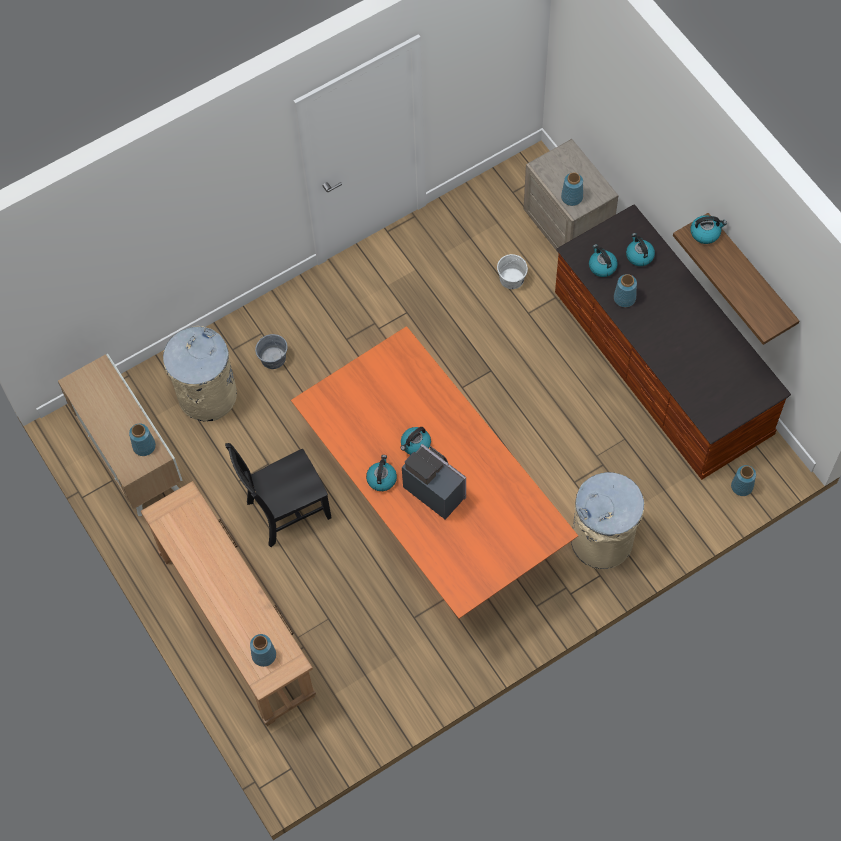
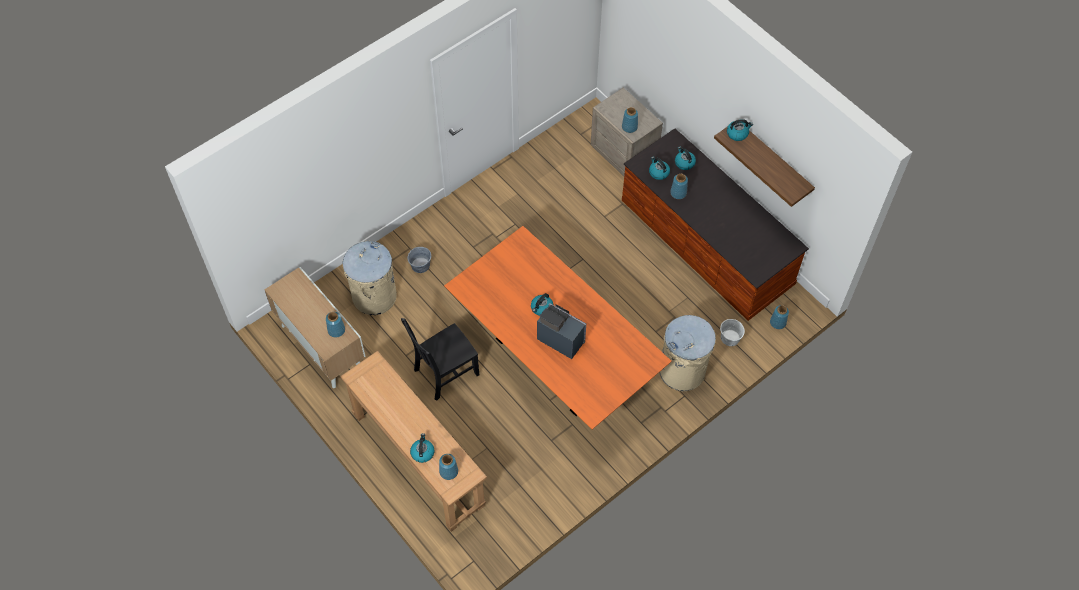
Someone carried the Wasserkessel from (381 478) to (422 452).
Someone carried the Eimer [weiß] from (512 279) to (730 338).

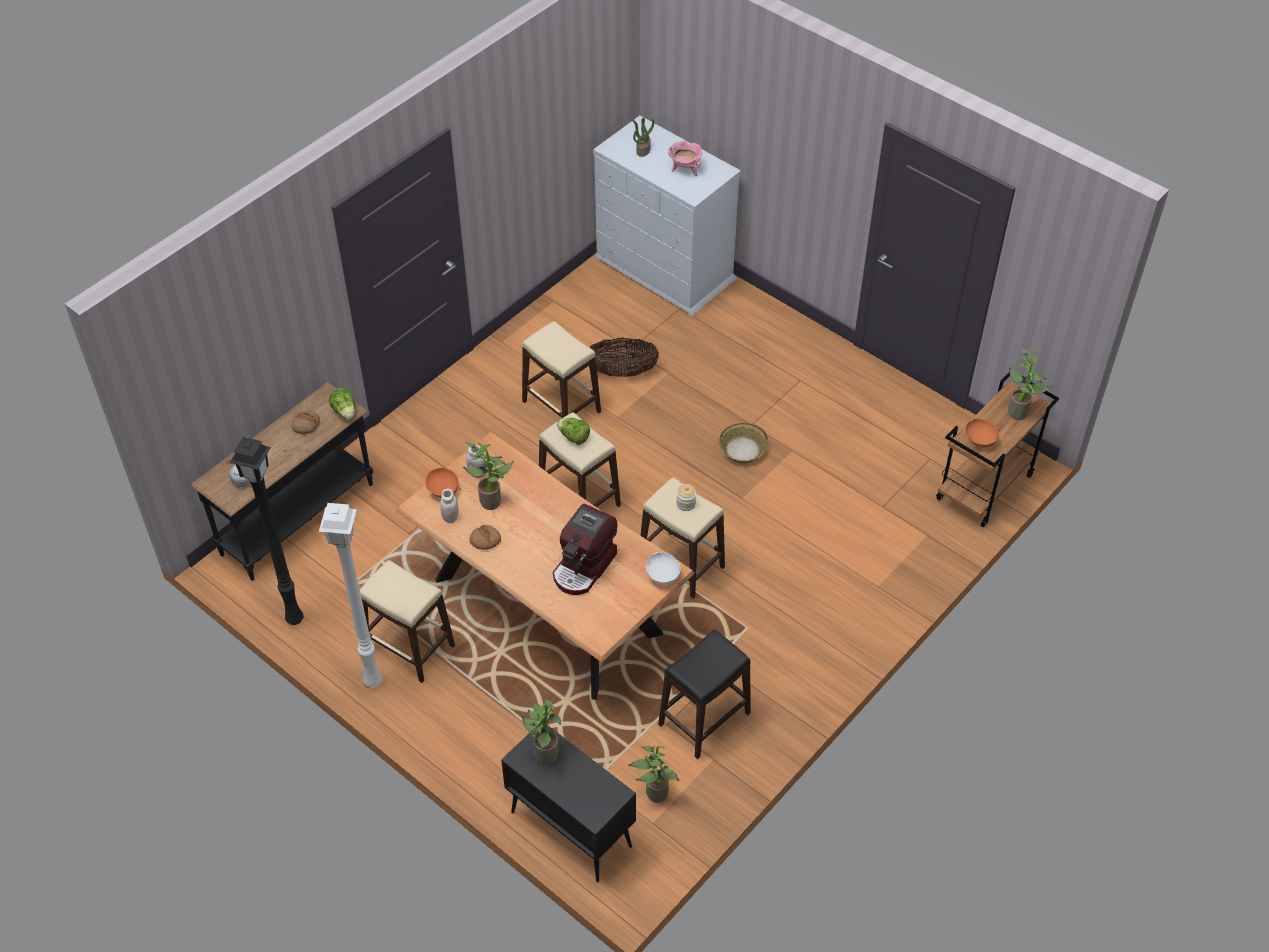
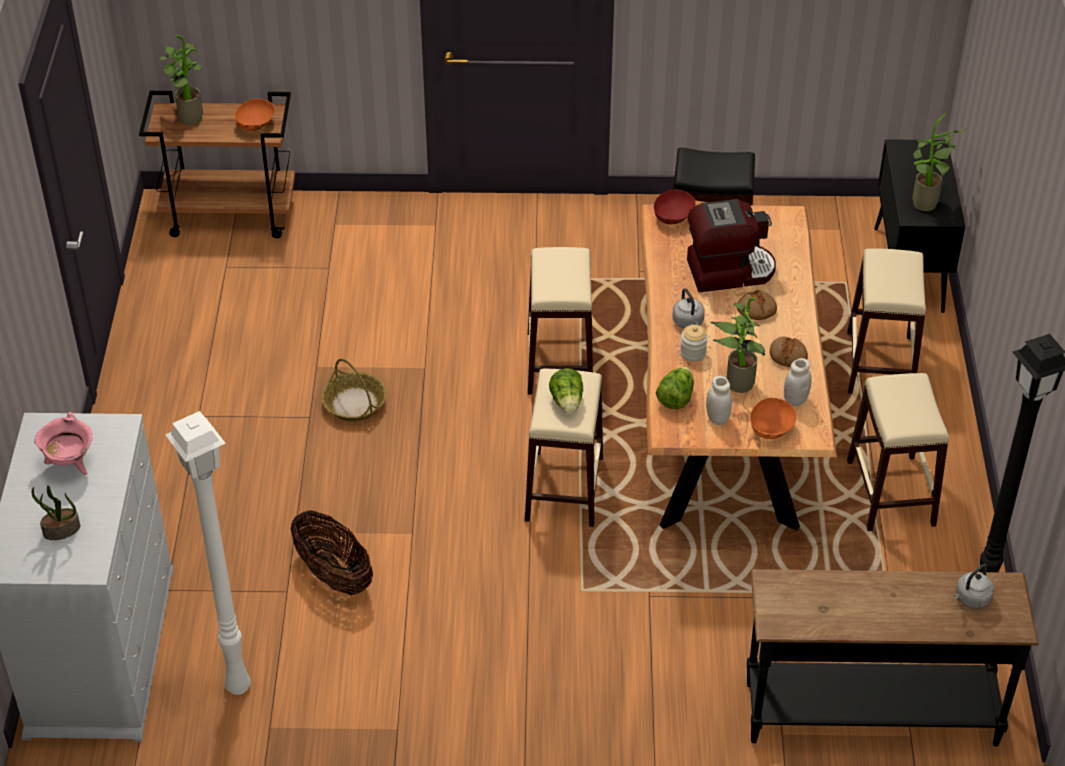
Someone took away the Topfpflanze at (654 795).
Someone put down the Wasserkessel [grau] at (688 323).
Someone carried the Brot from (306 425) to (756 310).
Someone carried the Stehlampe [weiß] from (371 682) to (240 686).
Someone carried the Salatkopf from (345 411) to (675 398).
Someone carried the Hocker [beige] from (561 407) to (880 364).
Someone carried the Vorratsglas from (686 504) to (693 353).
Someone repainted the Schüssel [weiß] at (662 575), which became the Schüssel [rot] at (673 218).

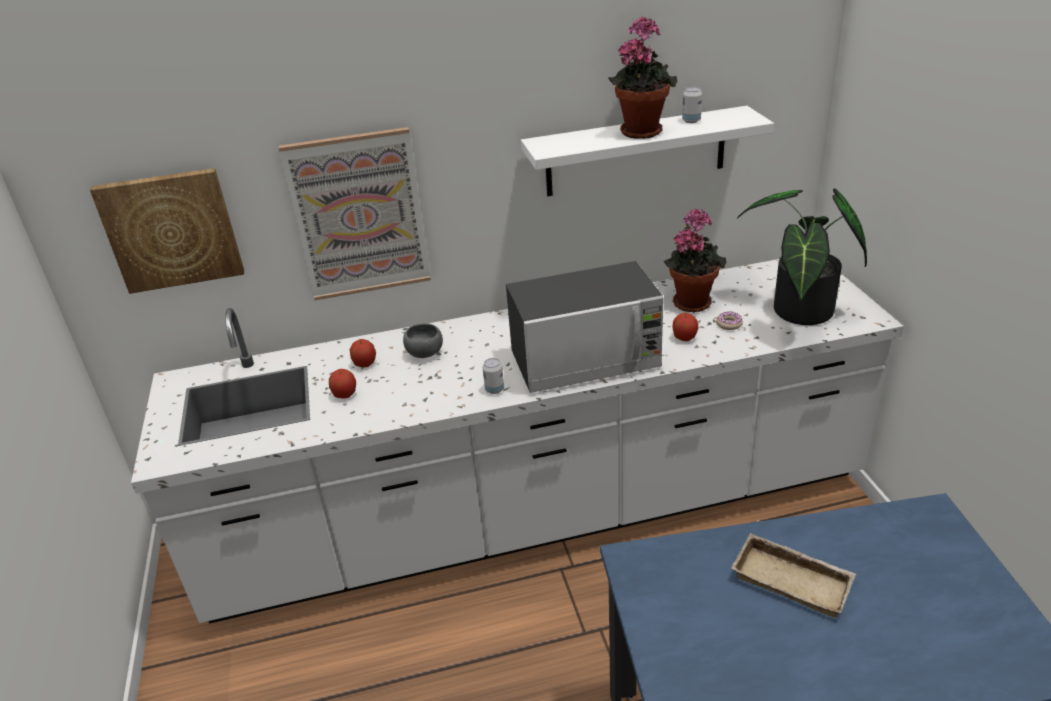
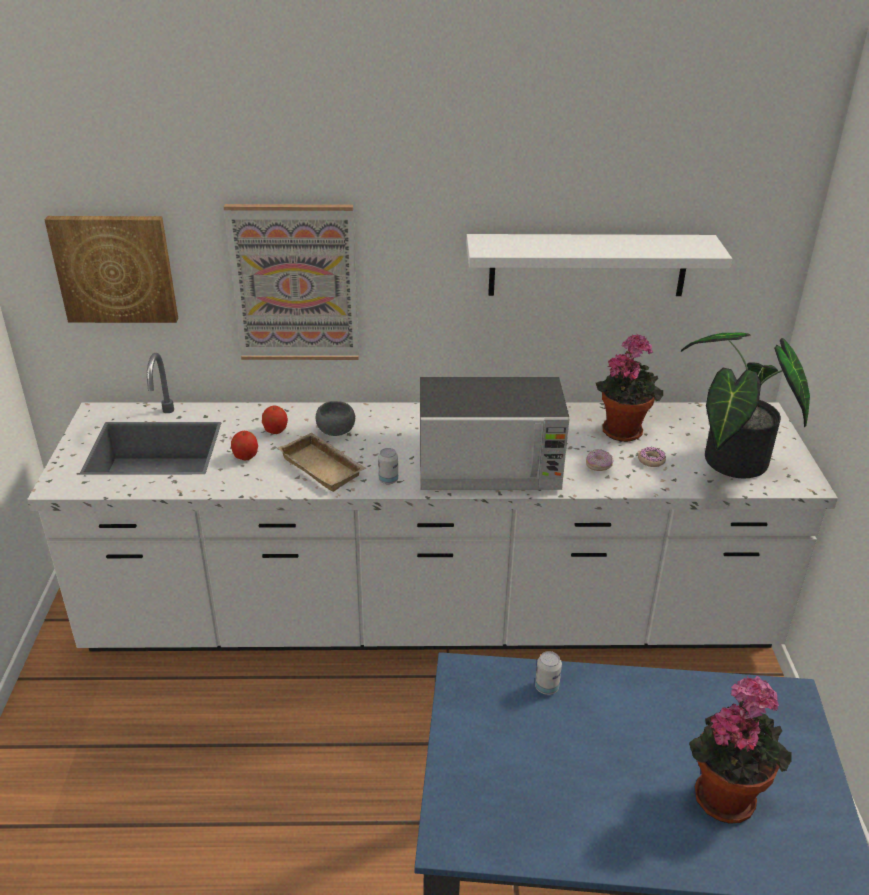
Someone carried the Topfpflanze from (641 130) to (725 794).
Someone carried the Dose from (691 121) to (546 687).
Someone carried the Tablett [beige] from (794 579) to (324 467).
Someone swapped the Apfel at (684 338) for the Donut at (599 466).

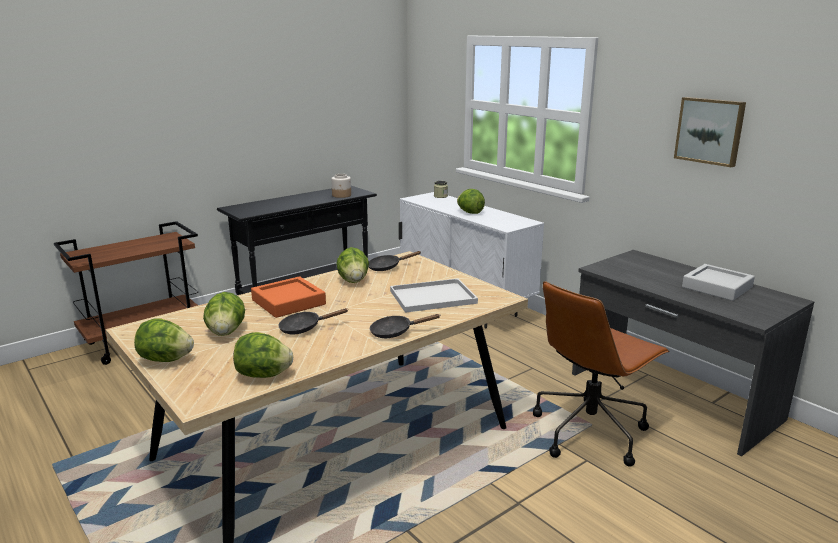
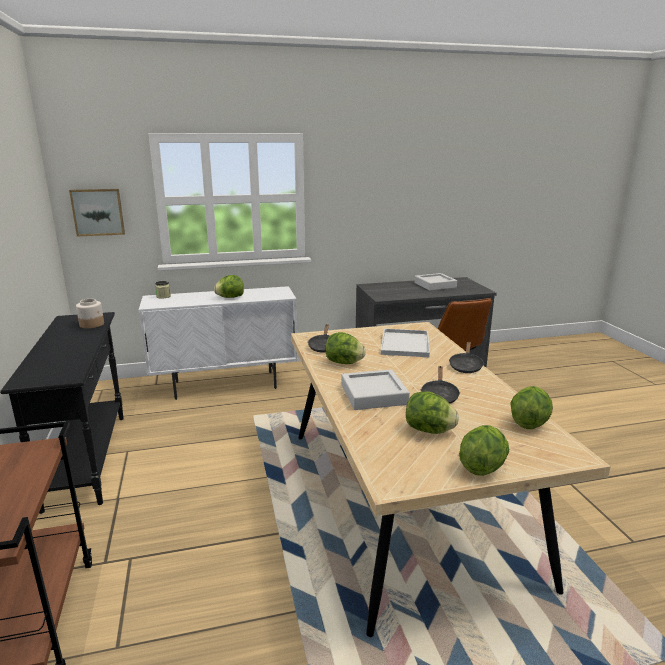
Someone carried the Bild from (710 131) to (98 212).
Someone repainted the Tablett [orange] at (288 302), which became the Tablett [grau] at (373 394).

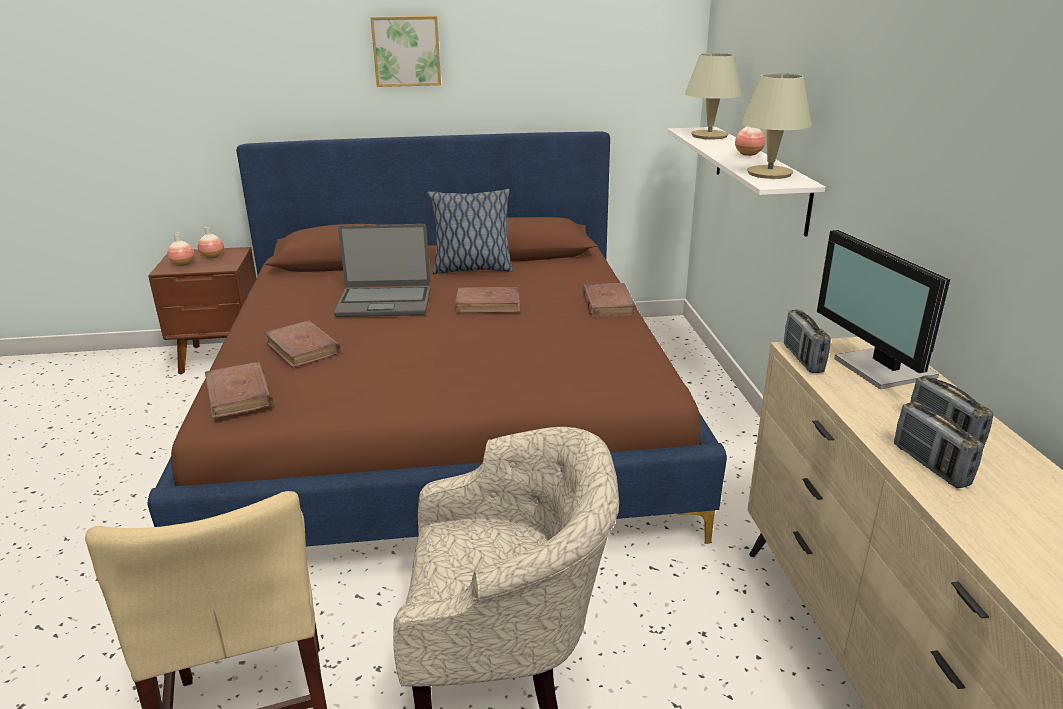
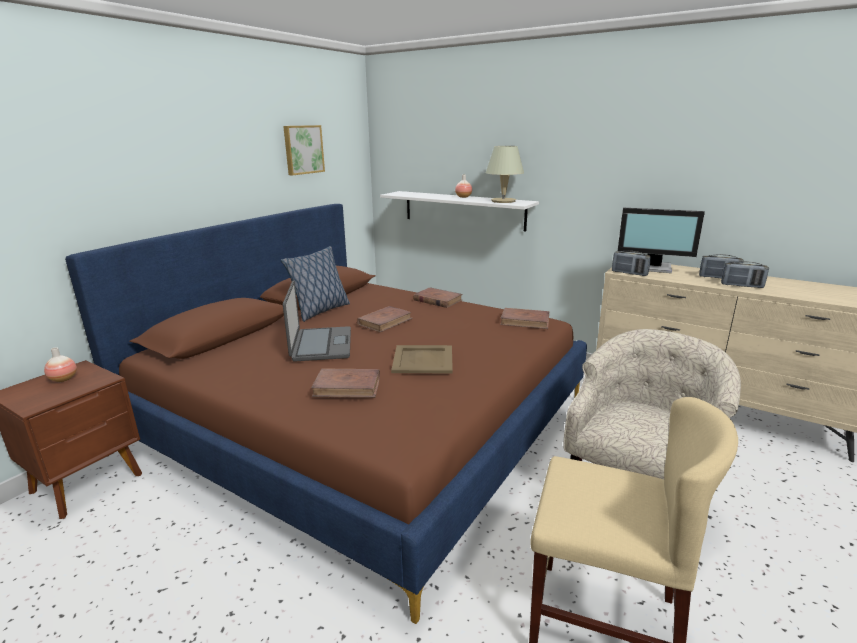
Someone took away the Vase at (183 264).
Someone took away the Tischlampe [beige] at (709 136).
Someone put down the Tablett [beige] at (422 359).
Someone carried the Buch [braun] from (239 394) to (525 321).
Someone carried the Bild from (406 51) to (303 149).
Someone rotated the Laptop at (384 302) by 45 degrees counterclockwise.

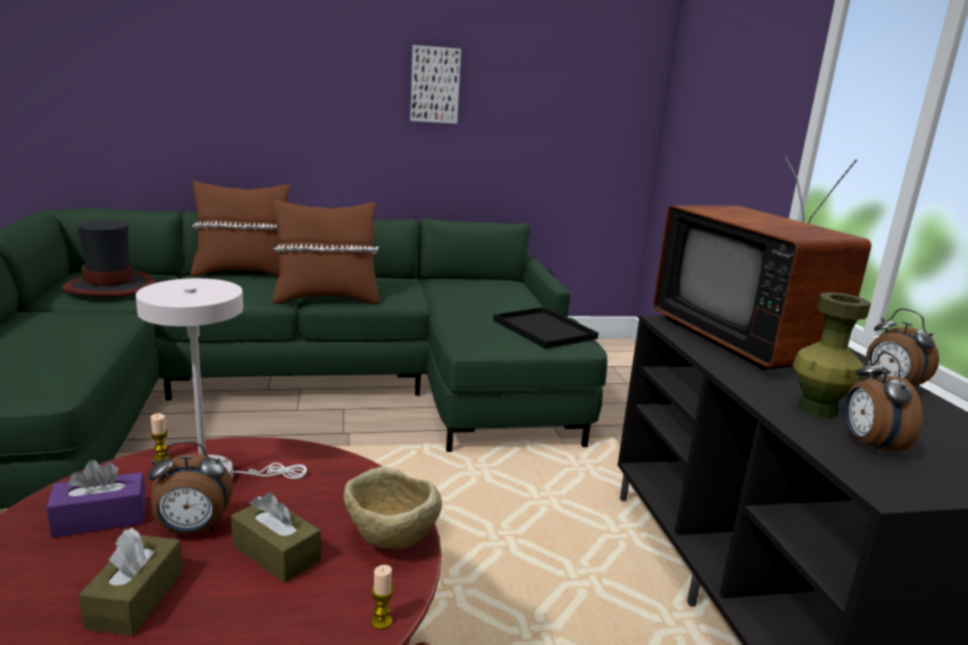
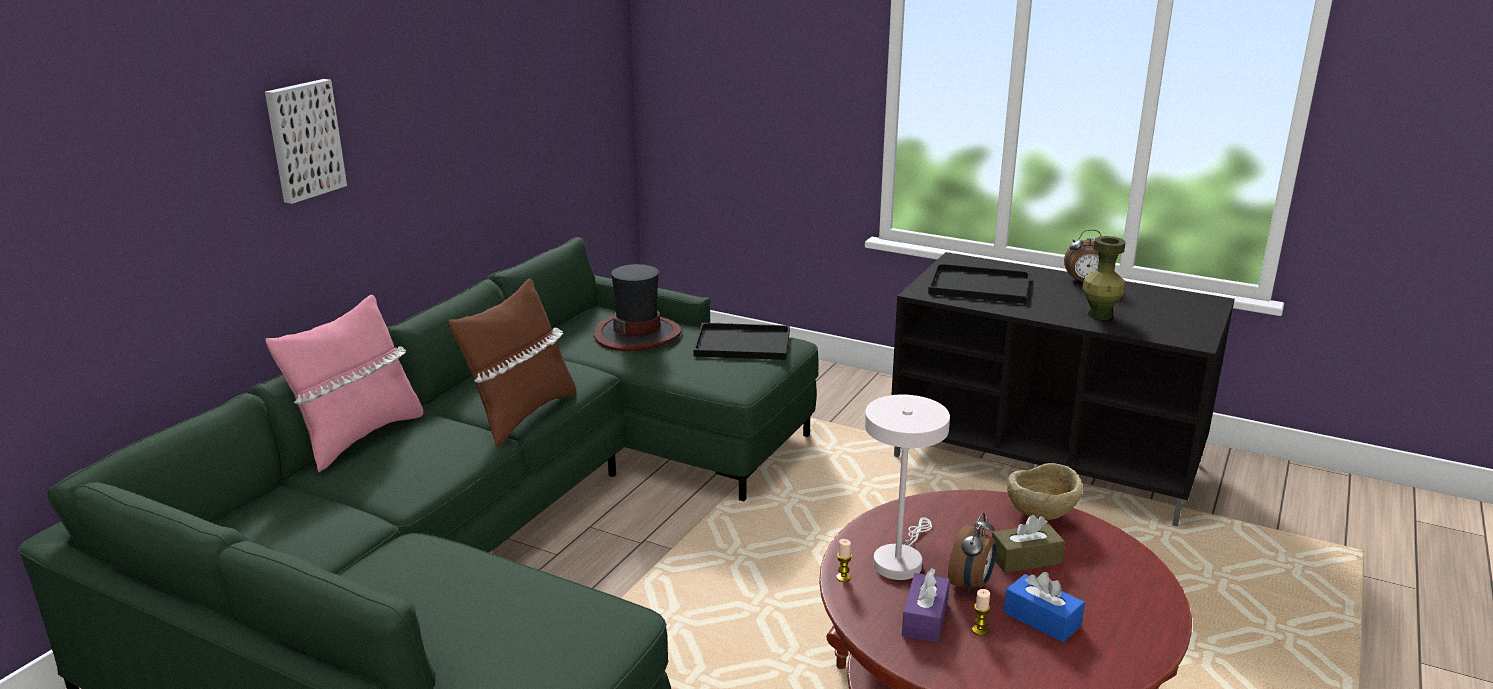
Someone took away the Wecker at (868 446).
Someone carried the Hut from (110 287) to (638 334).
Someone carried the Kerze from (381 621) to (979 630).
Someone carried the Bild from (434 85) to (303 140).
Someone swapped the Fernseher at (746 341) for the Tablett [schwarz] at (981 286).
Someone repainted the Taschentuchbox [braun] at (136 599), which became the Taschentuchbox [blau] at (1042 619).
Someone repainted the Kissen [braun] at (243 274), which became the Kissen [rosa] at (358 437).

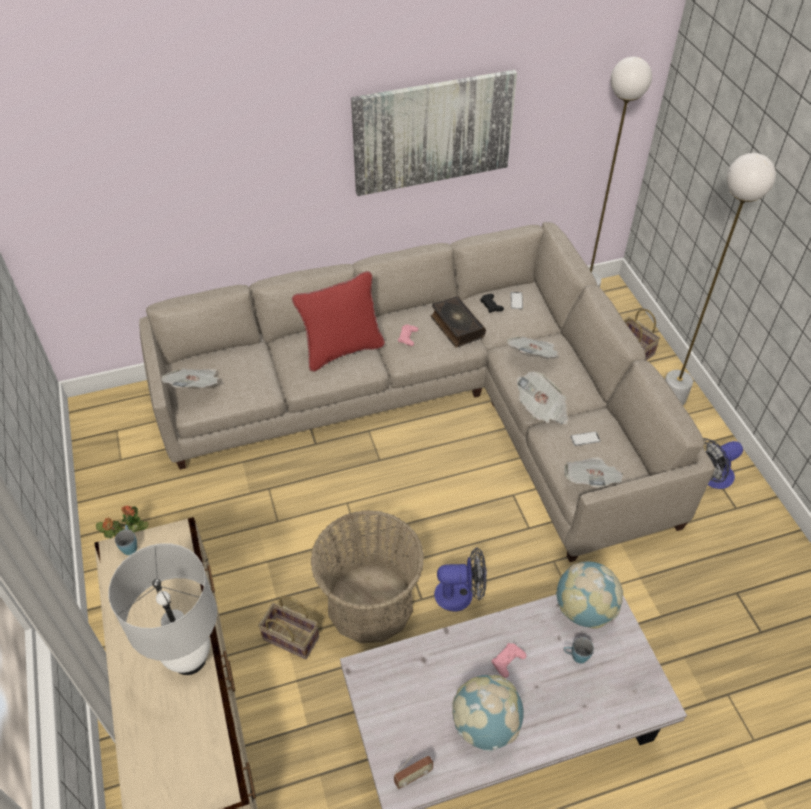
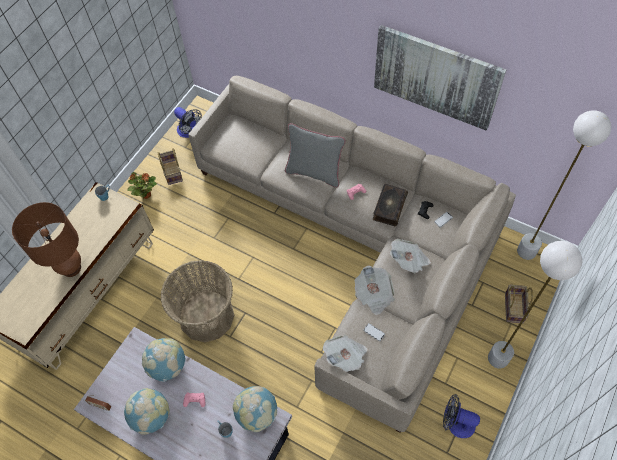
Someone took away the Zeitung at (195 387).
Someone put down the Globus at (168 366).
Someone carried the Korb from (292 637) to (173 173).
Someone carried the Ventilator from (461 594) to (189 131).
Someone repainted the Tischlampe [weiß] at (189 658), which became the Tischlampe [braun] at (71 268).
Someone repainted the Kissen [rot] at (342 350), which became the Kissen [grau] at (314 172).

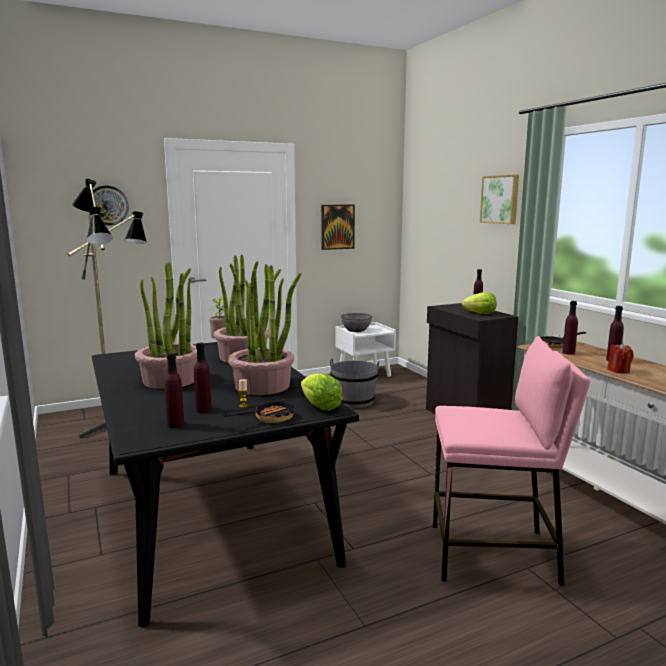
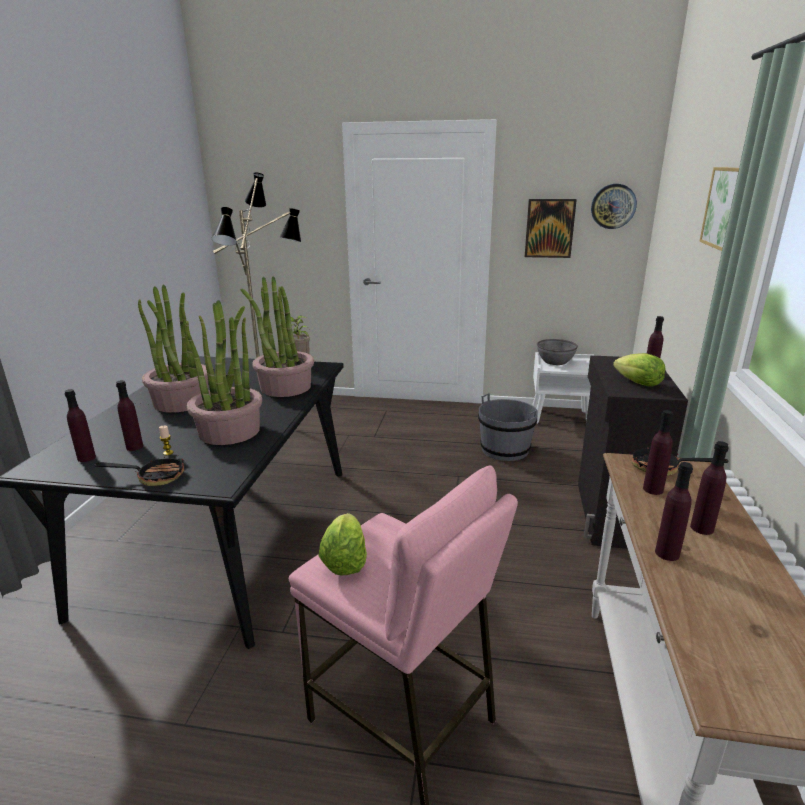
Someone carried the Wanduhr from (107 205) to (613 206).
Someone carried the Salatkopf from (319 406) to (345 560).
Someone swapped the Kerze [rot] at (618 370) for the Flasche [lila] at (667 553).

